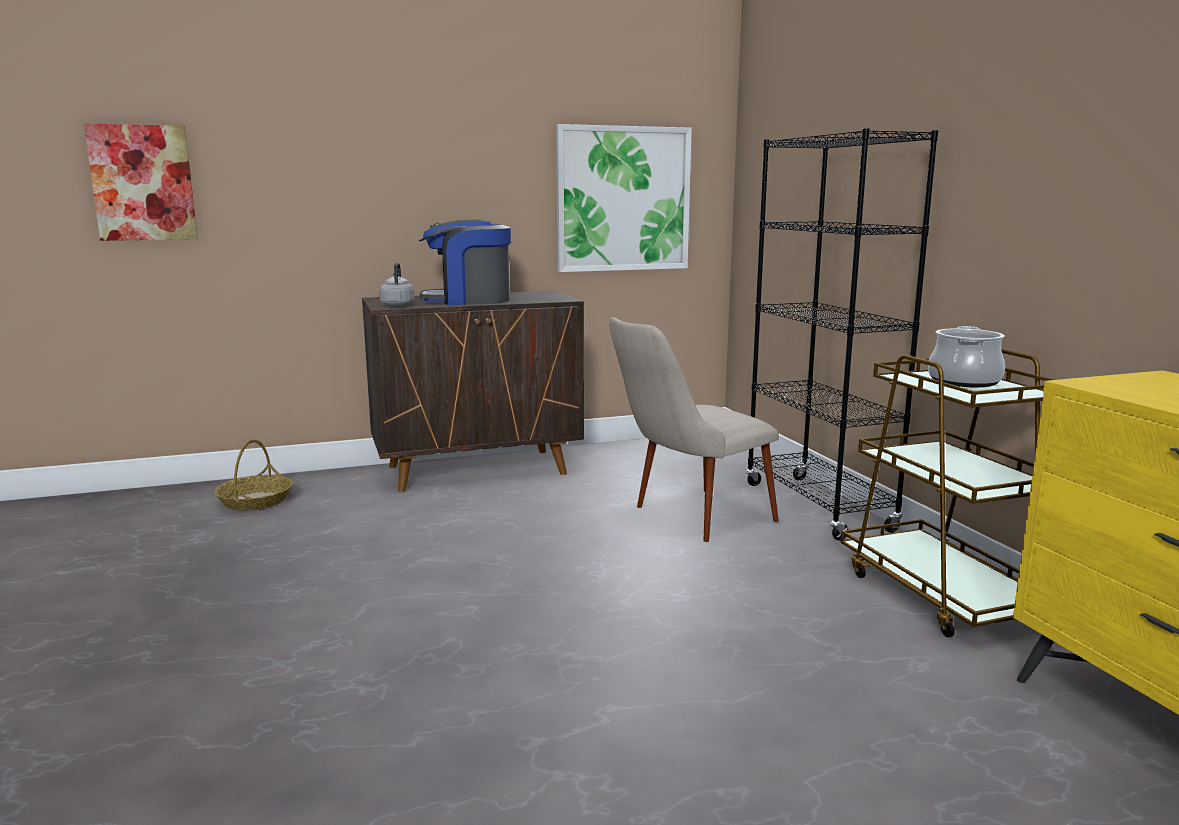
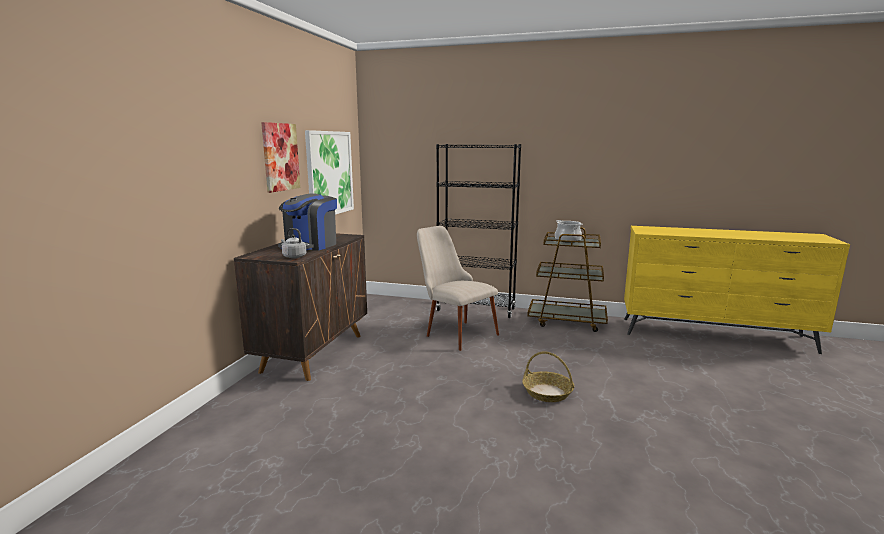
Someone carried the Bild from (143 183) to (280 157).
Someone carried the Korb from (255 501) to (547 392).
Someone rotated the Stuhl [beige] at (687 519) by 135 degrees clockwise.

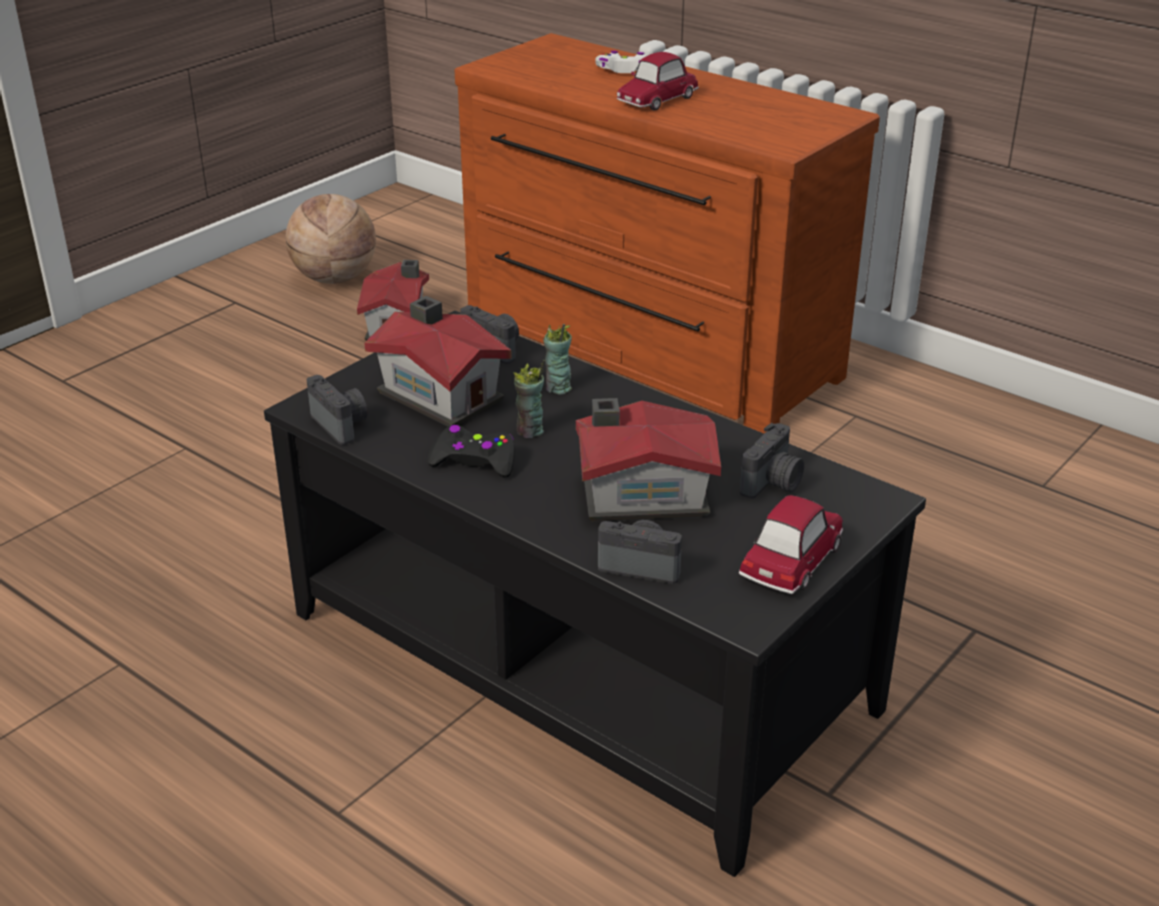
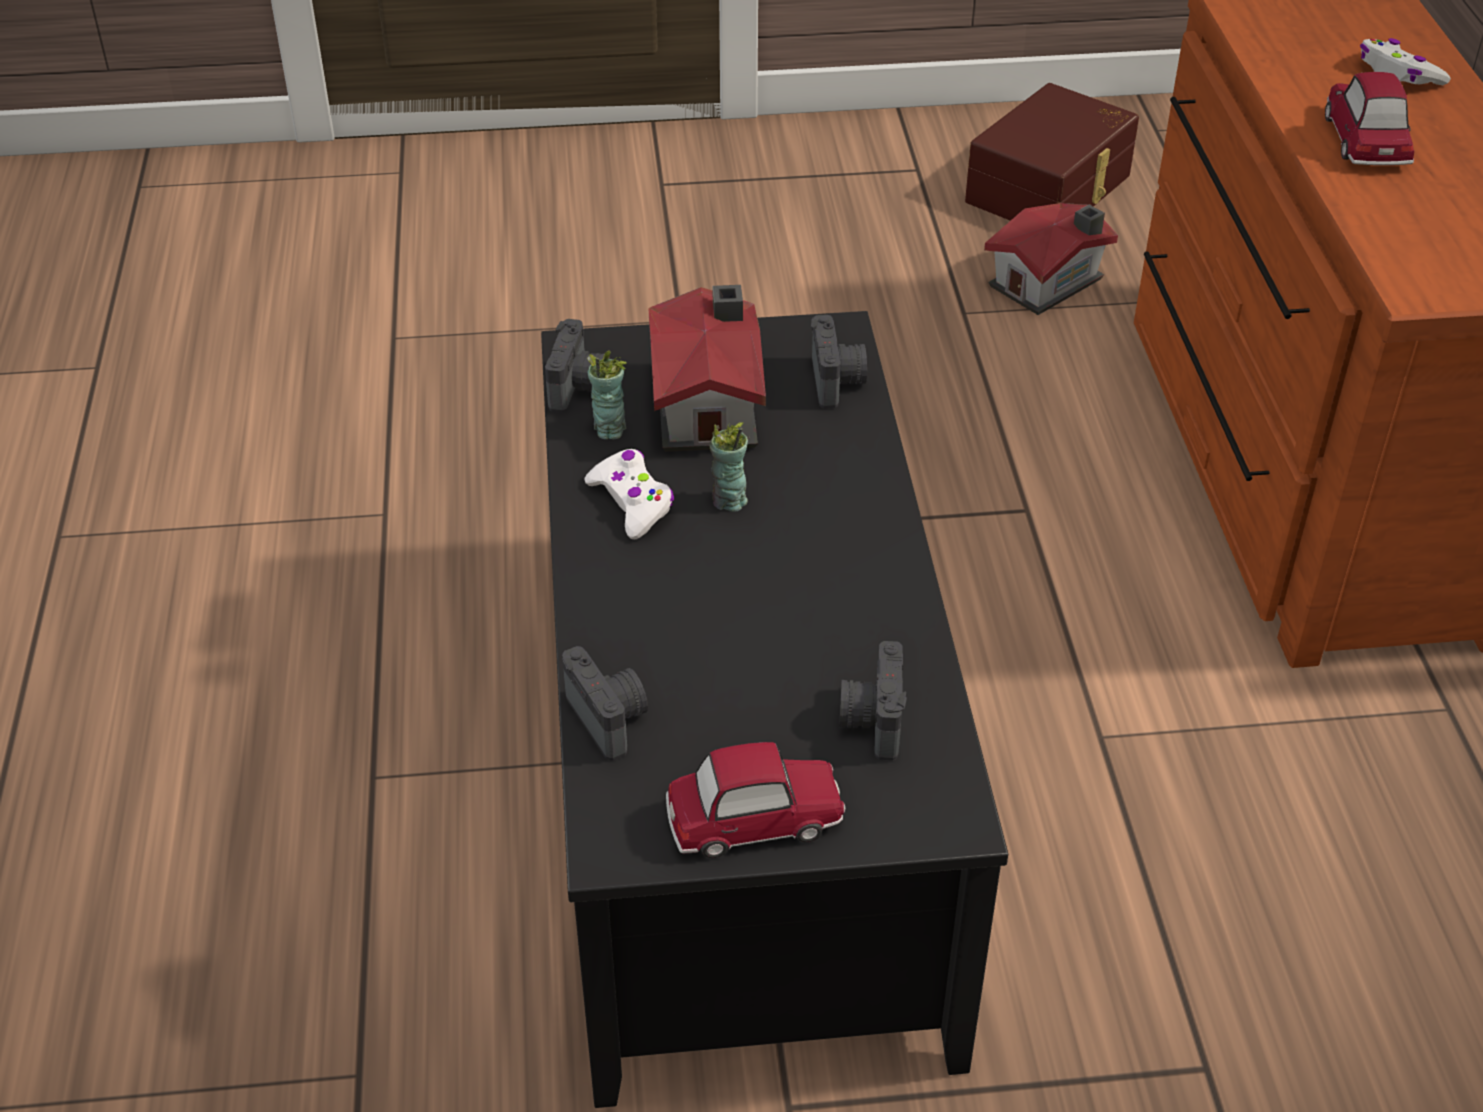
Someone took away the Spielzeughaus at (640 494).
Someone carried the Tasse from (558 388) to (609 429).
Someone swapped the Basketball at (334 279) for the Aufbewahrungsbox [braun] at (1052 189).
Someone repainted the Gamepad [schwarz] at (474 461), which became the Gamepad [weiß] at (632 502).
Someone rotated the Spielzeugauto at (656 100) by 90 degrees clockwise.
Someone rotated the Kamera at (773 483) by 105 degrees clockwise.

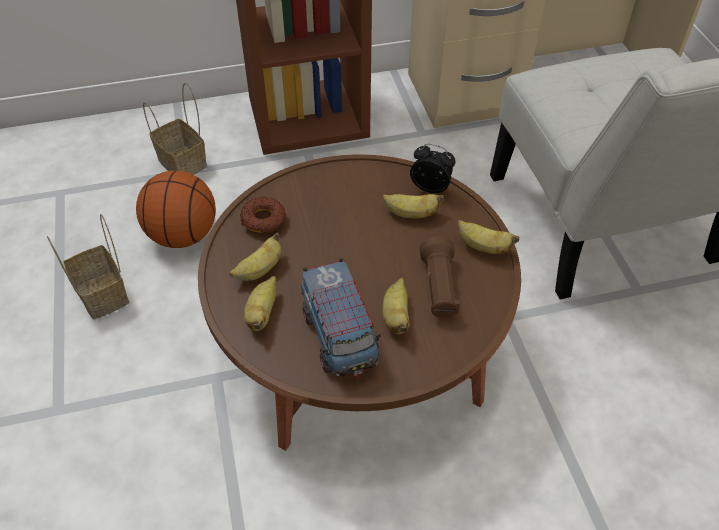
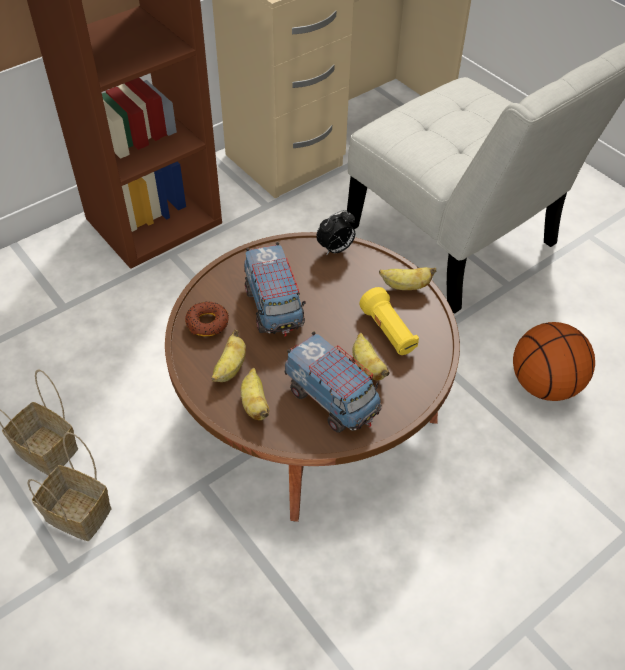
Someone took away the Banane at (411 214).
Someone put down the Spielzeuglaster at (274 308).
Someone carried the Basketball from (183 235) to (544 385).
Someone carried the Korb from (184 163) to (81 514).
Someone repainted the Taschenlampe [braun] at (439 288), which became the Taschenlampe [gelb] at (388 332).
Someone rotated the Wecker at (431 187) by 150 degrees clockwise.

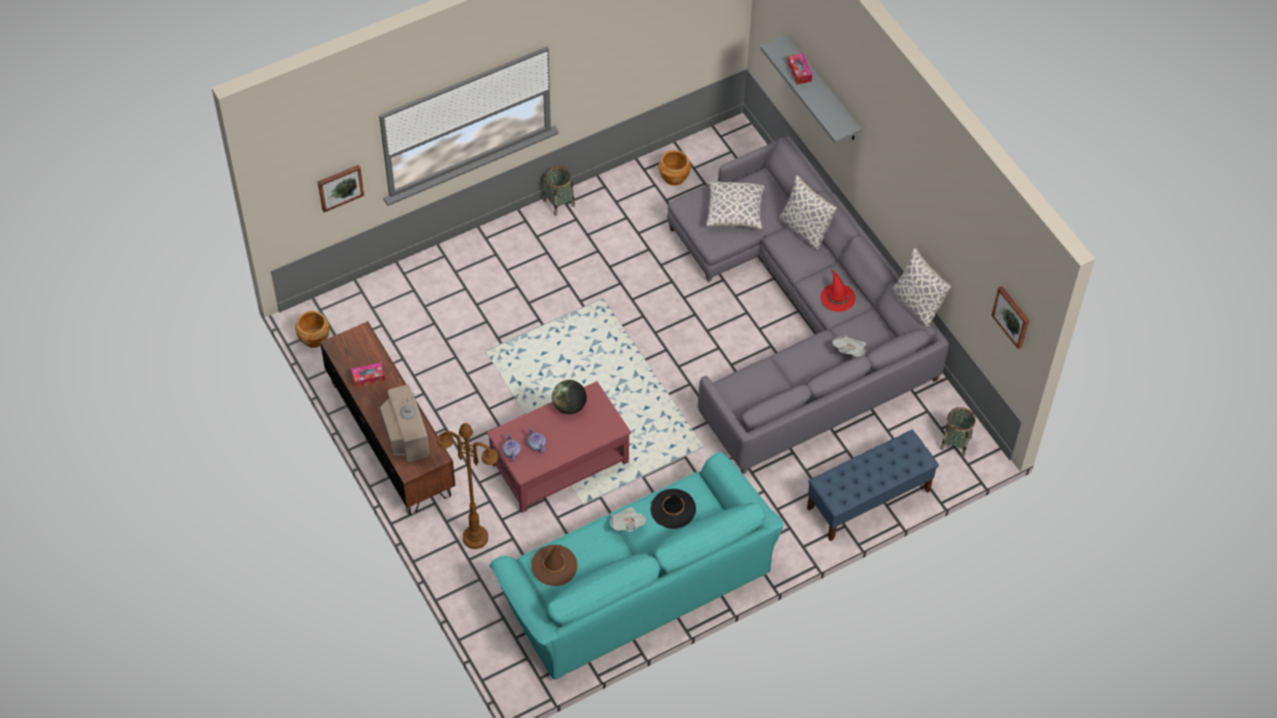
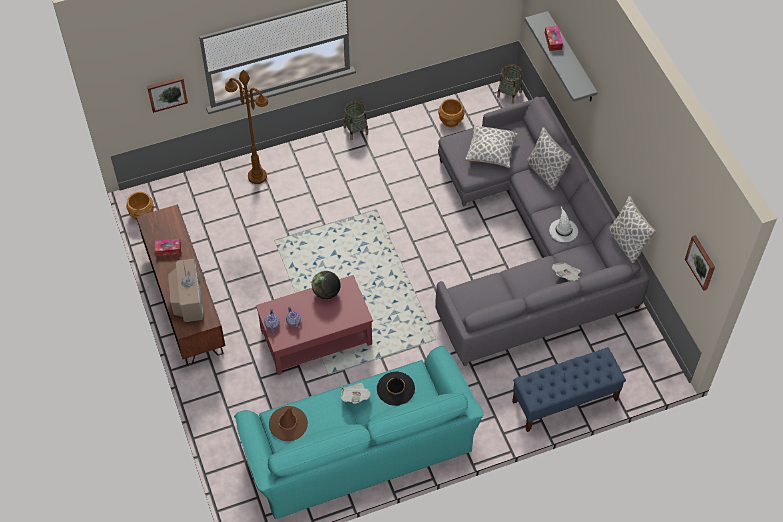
Someone carried the Stehlampe [braun] from (475 537) to (257 176).
Someone carried the Korb from (955 443) to (509 94).
Someone repainted the Hut [rot] at (837 297), which became the Hut [weiß] at (563 230).

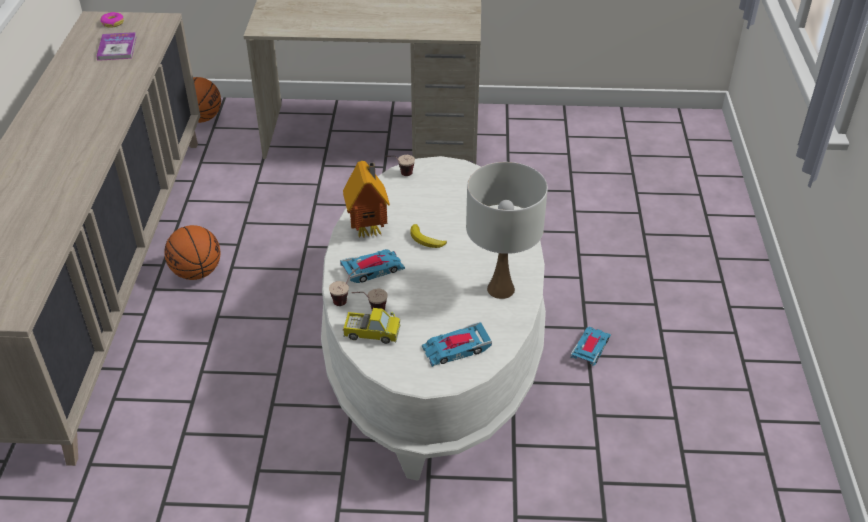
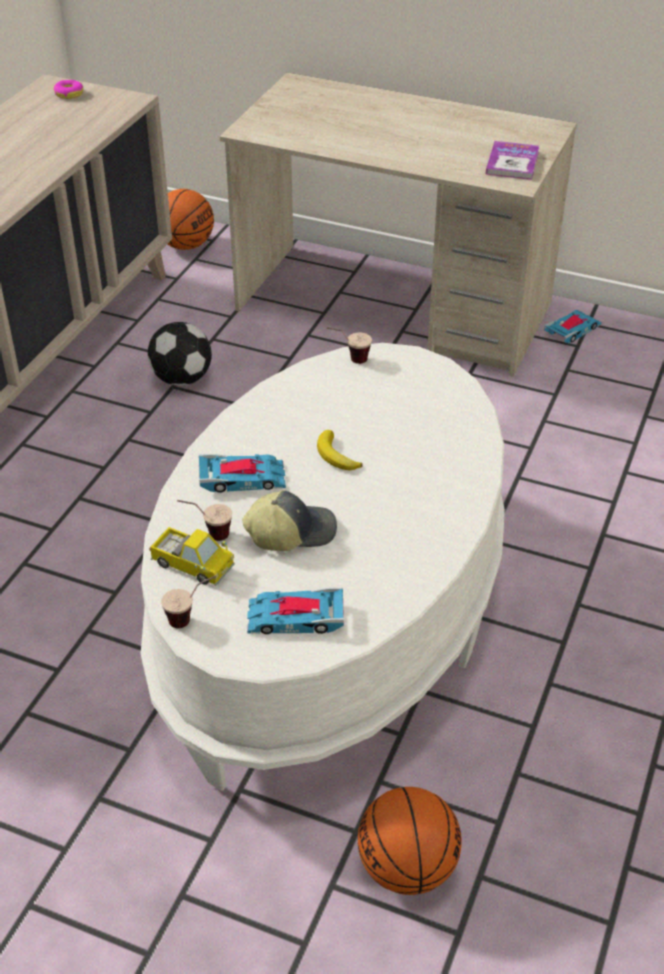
Someone took away the Spielzeughaus at (370 230).
Someone took away the Tischlampe [weiß] at (500 289).
Someone put down the Fußball at (181 379).
Someone put down the Kappe at (291 532).
Someone carried the Buch from (117 48) to (512 162).
Someone carried the Basketball from (196 272) to (406 868).
Someone carried the Tasse from (346 298) to (191 618).
Someone carried the Spielzeugauto from (590 348) to (572 330).

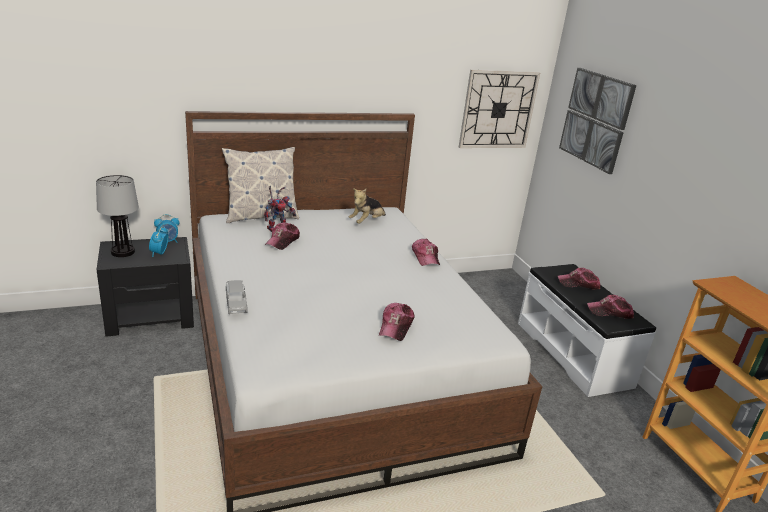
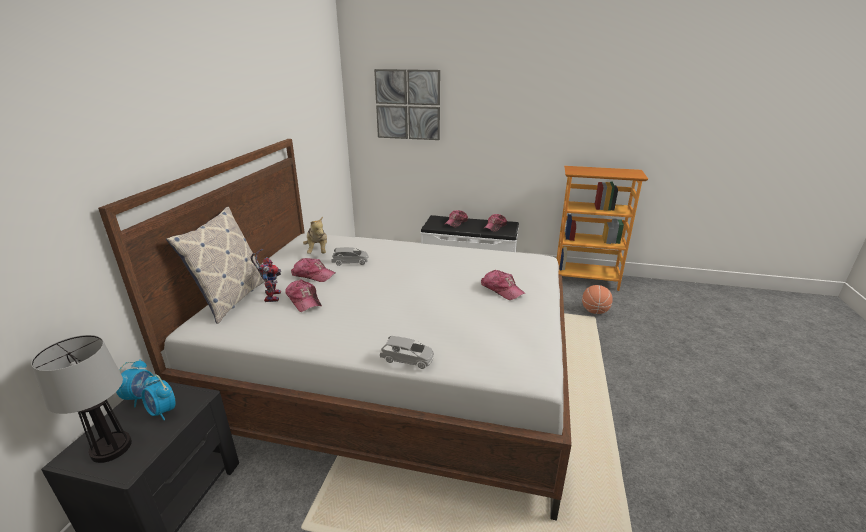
Someone took away the Wanduhr at (498 109).
Someone put down the Spielzeugauto [grau] at (350 262).
Someone put down the Basketball at (594 311).
Someone carried the Kappe from (425 257) to (313 275).

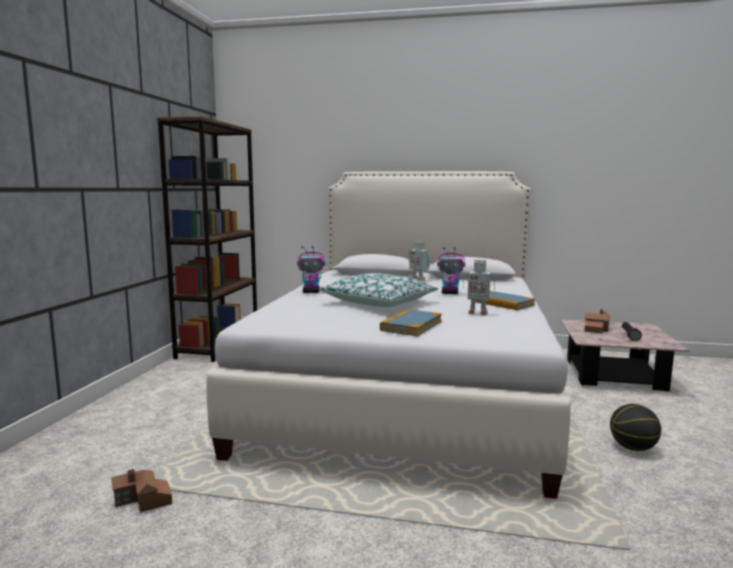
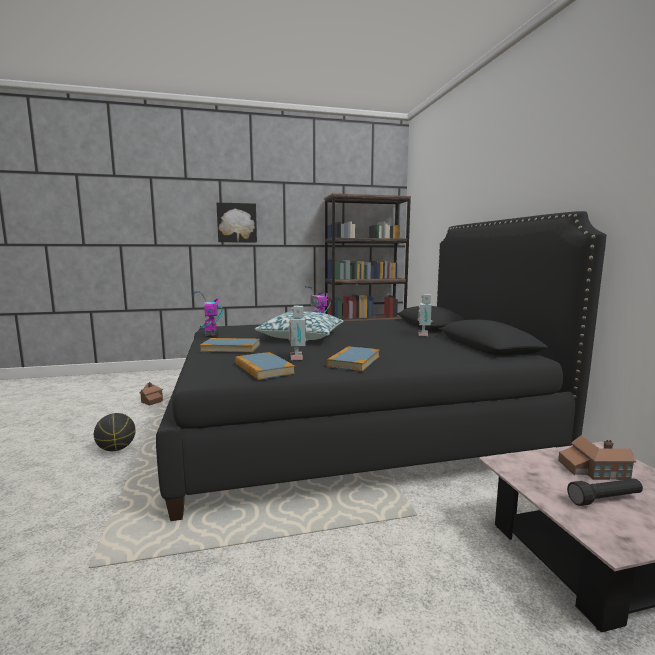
Someone put up the Bild at (237 223).
Someone put down the Buch at (263 368).
Someone carried the Spielzeugroboter from (450 293) to (211 335).
Someone carried the Basketball from (632 448) to (116 449).
Someone repainted the Bett [weiß] at (405 389), which became the Bett [schwarz] at (352 427).

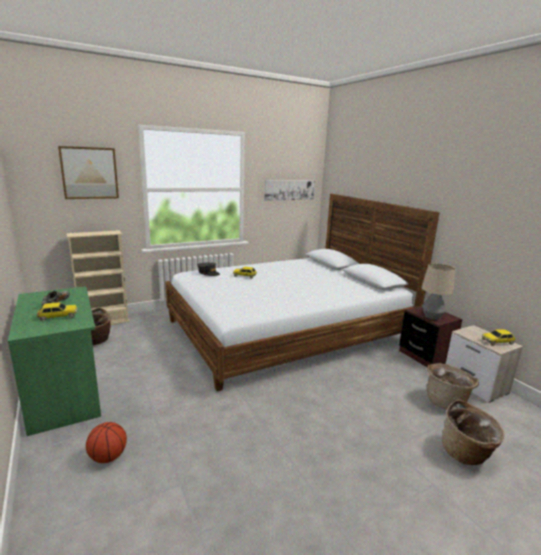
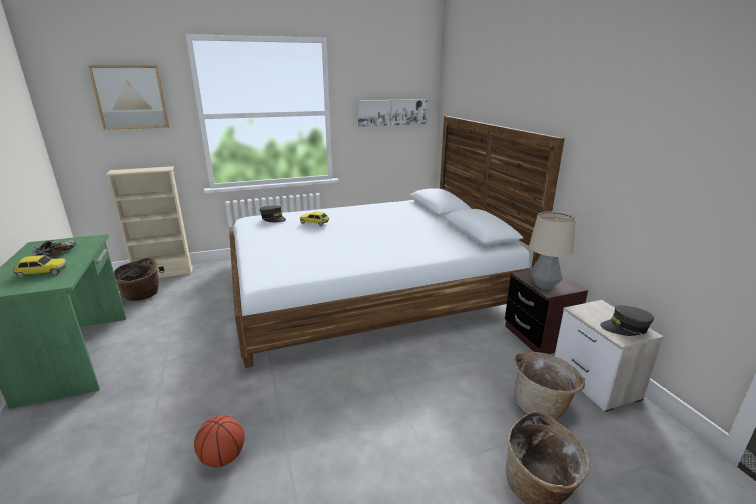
Someone carried the Basketball from (108 457) to (223 458).
Someone swapped the Spielzeugauto at (497 342) for the Kappe [grau] at (625 327).

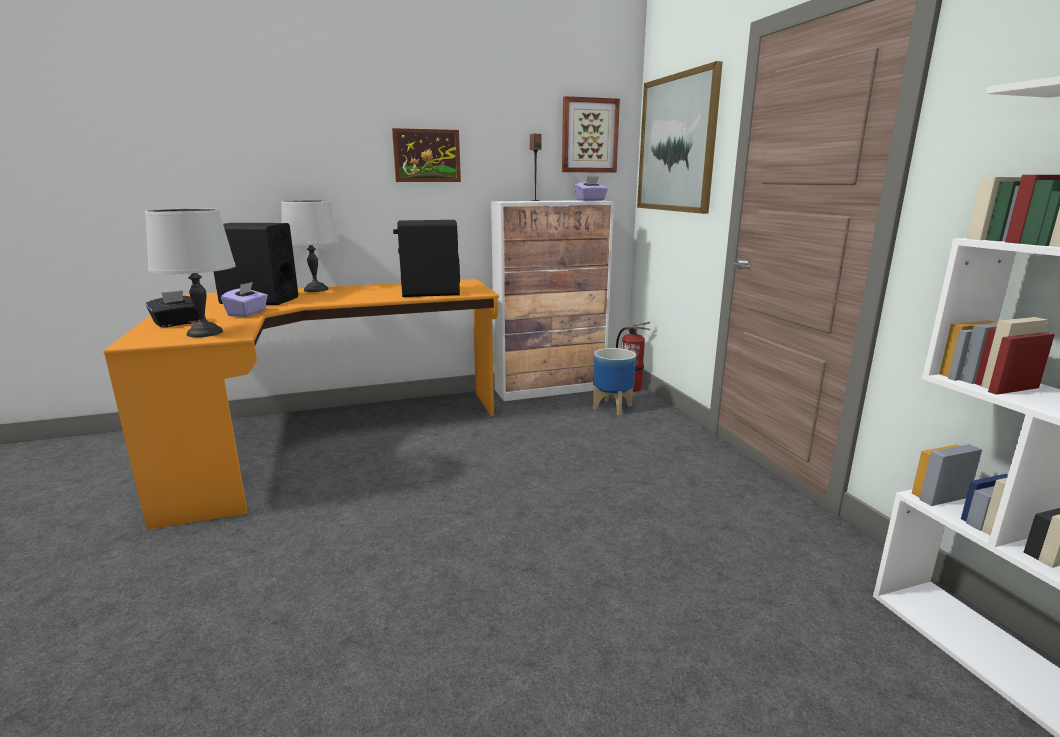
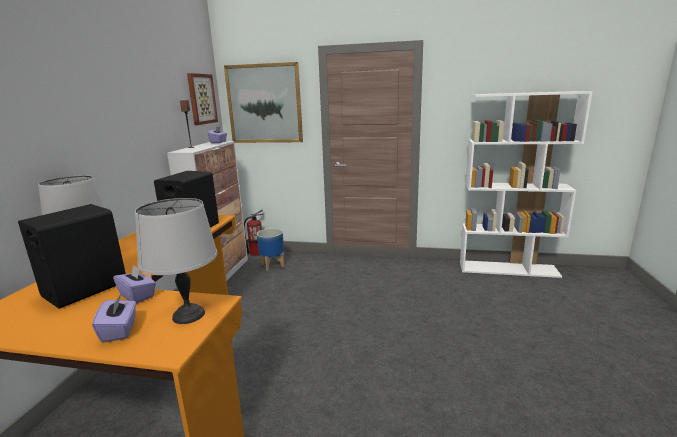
Someone took away the Bild at (427 156).
Someone repainted the Taschentuchbox [schwarz] at (177 323), which became the Taschentuchbox [lila] at (120 330).

